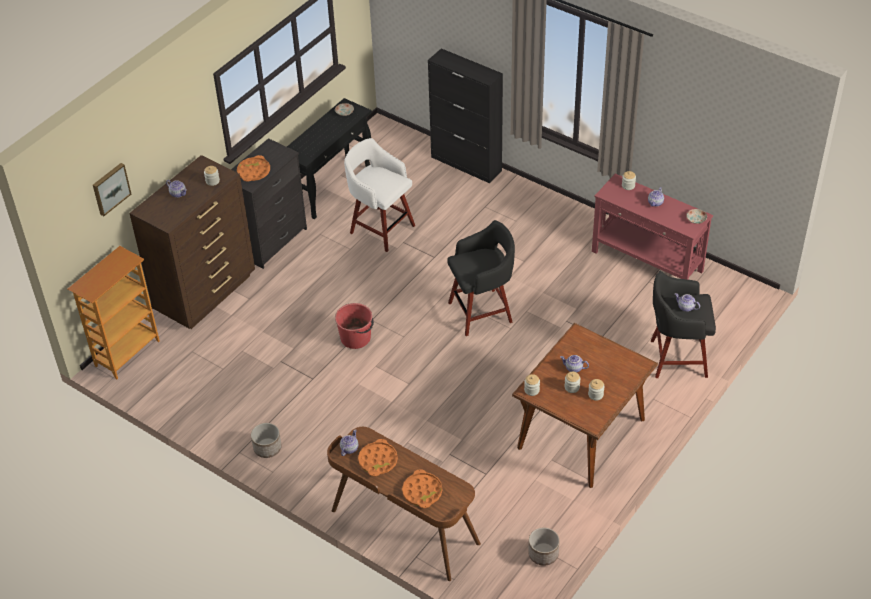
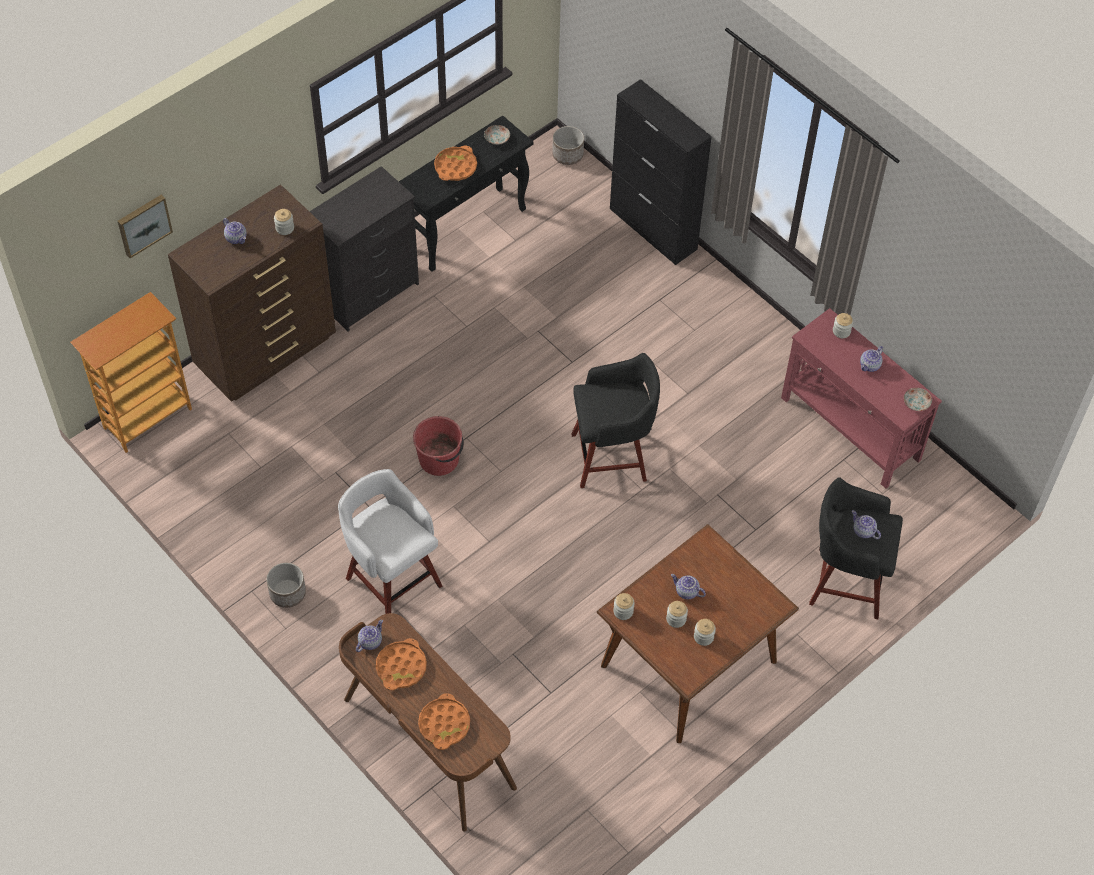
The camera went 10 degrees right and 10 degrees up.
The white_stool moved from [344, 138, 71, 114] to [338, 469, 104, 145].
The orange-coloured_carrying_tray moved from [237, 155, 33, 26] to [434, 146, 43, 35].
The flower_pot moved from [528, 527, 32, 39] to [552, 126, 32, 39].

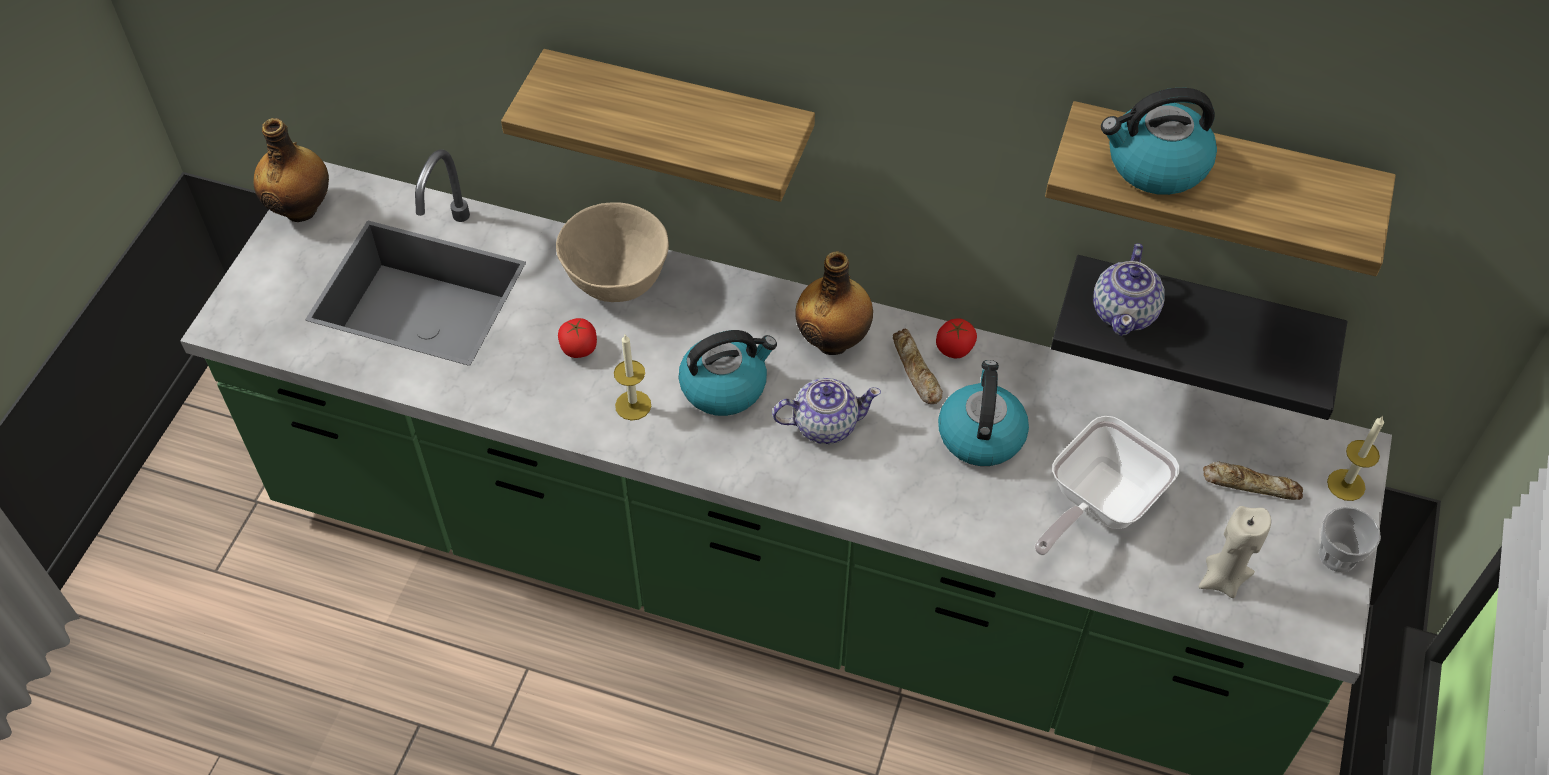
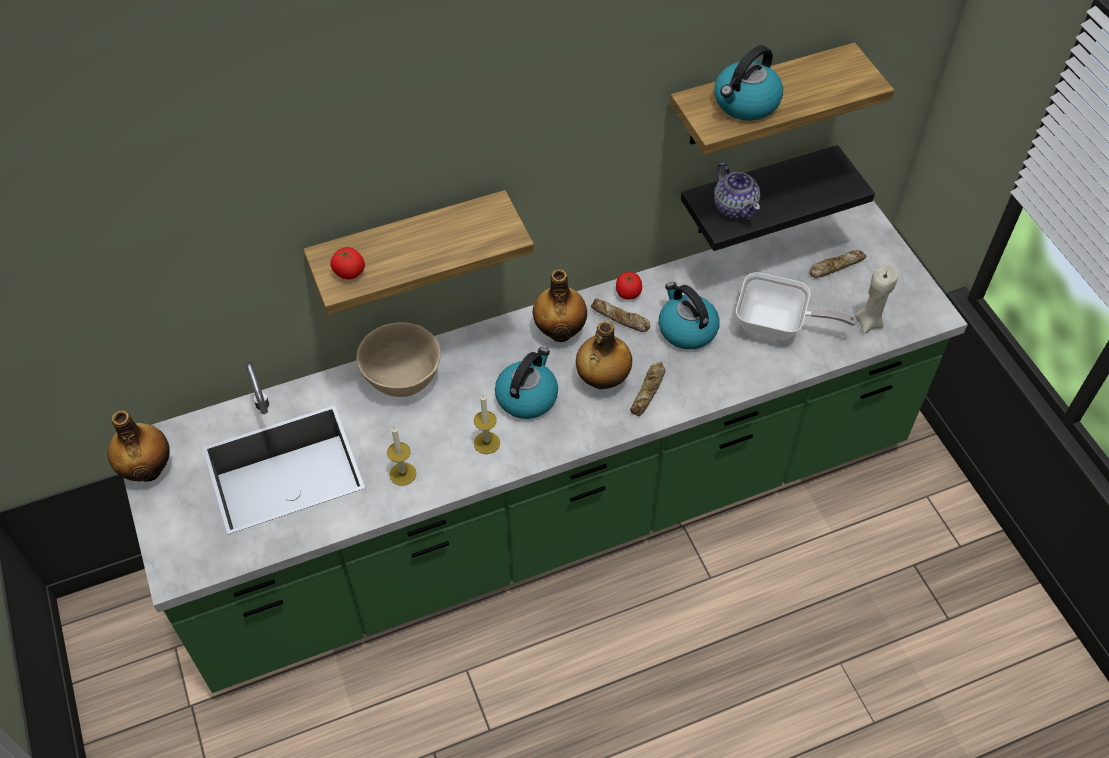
The camera went 40 degrees left and 0 degrees up.
The fresh_tomato moved from [558, 318, 39, 40] to [330, 247, 35, 33].
The pot_for_tea at [772, 378, 109, 66] was replaced by the drink_bottle at [576, 321, 56, 68].
The frying_pan at [1035, 416, 144, 139] turned 75 degrees counterclockwise.
The wax_light moved from [1327, 416, 57, 85] to [387, 426, 29, 60].
The small_cup at [1319, 507, 62, 65] disappeared.
The baked_bread at [630, 362, 35, 54] appeared.

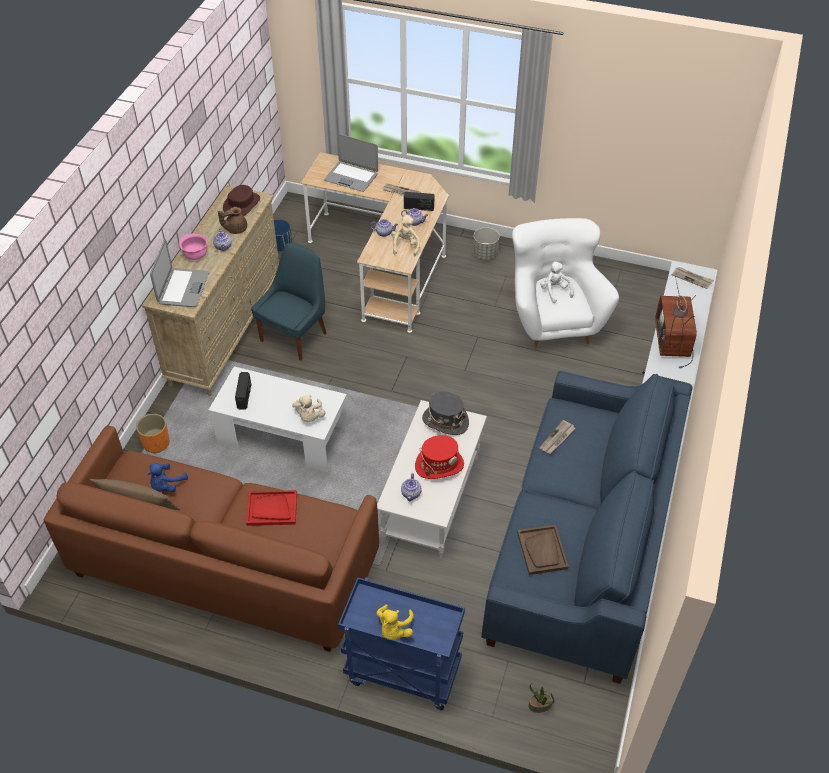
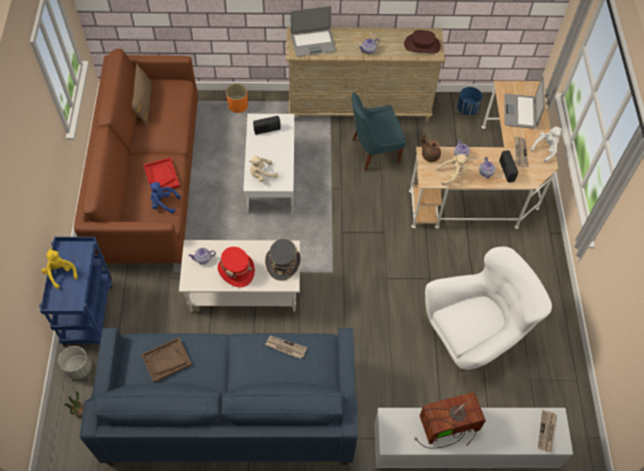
The camera went 70 degrees right and 10 degrees up.
The brownish_pot_for_tea moved from [218, 207, 29, 27] to [421, 132, 20, 30].
The gray_flower_pot moved from [473, 227, 27, 33] to [58, 346, 33, 34].
The pink-coloured_bowl at [179, 233, 29, 27] disappeared.
The blue-coloured_chair at [251, 243, 76, 117] turned 150 degrees clockwise.
The white_soft_toy moved from [540, 261, 34, 42] to [530, 127, 32, 35].
The blue-coloured_soft_toy moved from [148, 463, 40, 29] to [149, 182, 32, 32].
The yellow_soft_toy at [377, 604, 37, 36] turned 60 degrees clockwise.

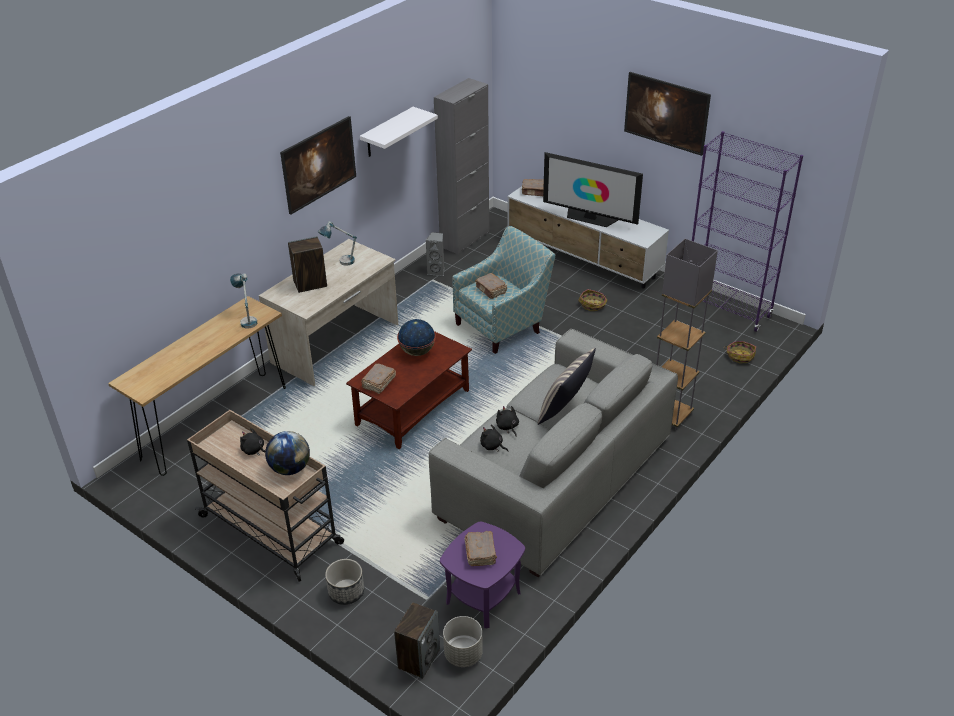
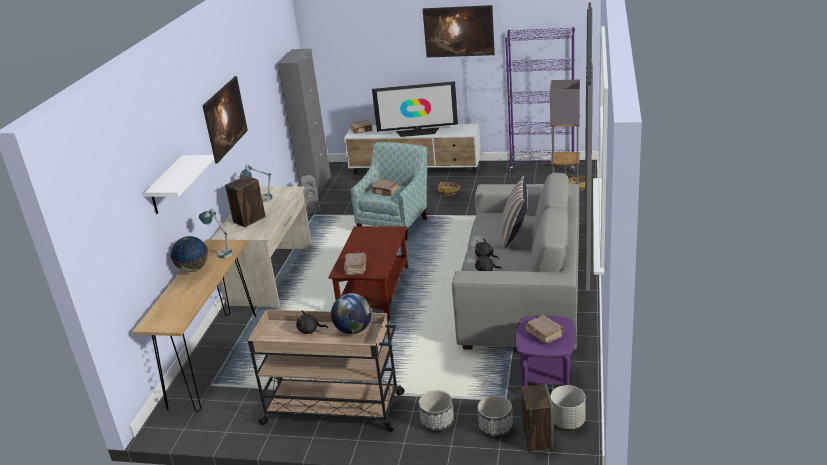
The camera went 25 degrees left and 10 degrees down.
The white_bracket_shelf moved from [360, 107, 78, 50] to [144, 155, 70, 59].
The globe moved from [397, 319, 39, 37] to [170, 236, 39, 36].
The flower_pot at [478, 395, 35, 43] appeared.

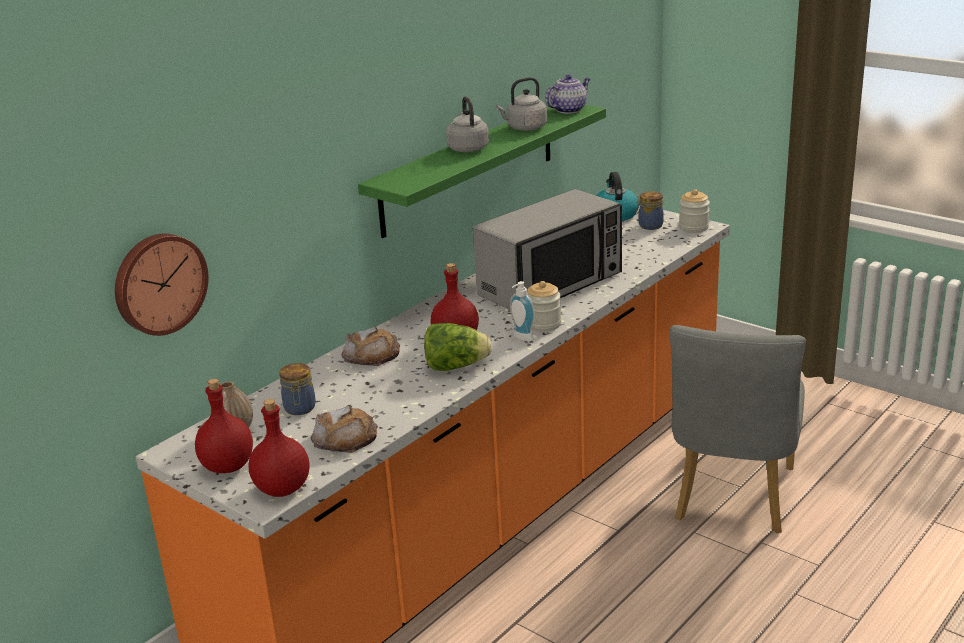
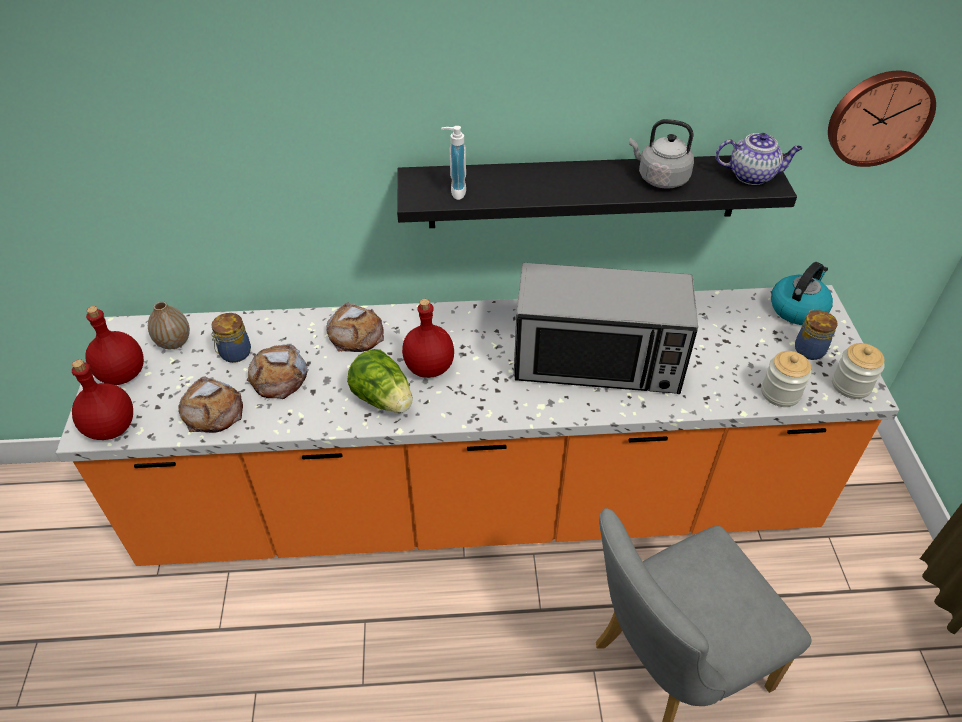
The camera went 45 degrees right and 20 degrees up.
The gray_kettle at [446, 96, 43, 56] disappeared.
The greenish_bracket_shelf at [358, 104, 248, 134] became the blackish_bracket_shelf at [397, 155, 400, 73].
The clock_on_the_wall moved from [115, 234, 94, 102] to [828, 71, 108, 96].
The liquid_soap_bottle moved from [510, 281, 25, 60] to [441, 126, 25, 74].
The storage_jar moved from [527, 281, 34, 51] to [761, 351, 51, 56].
The baked_bread at [246, 344, 62, 55] appeared.

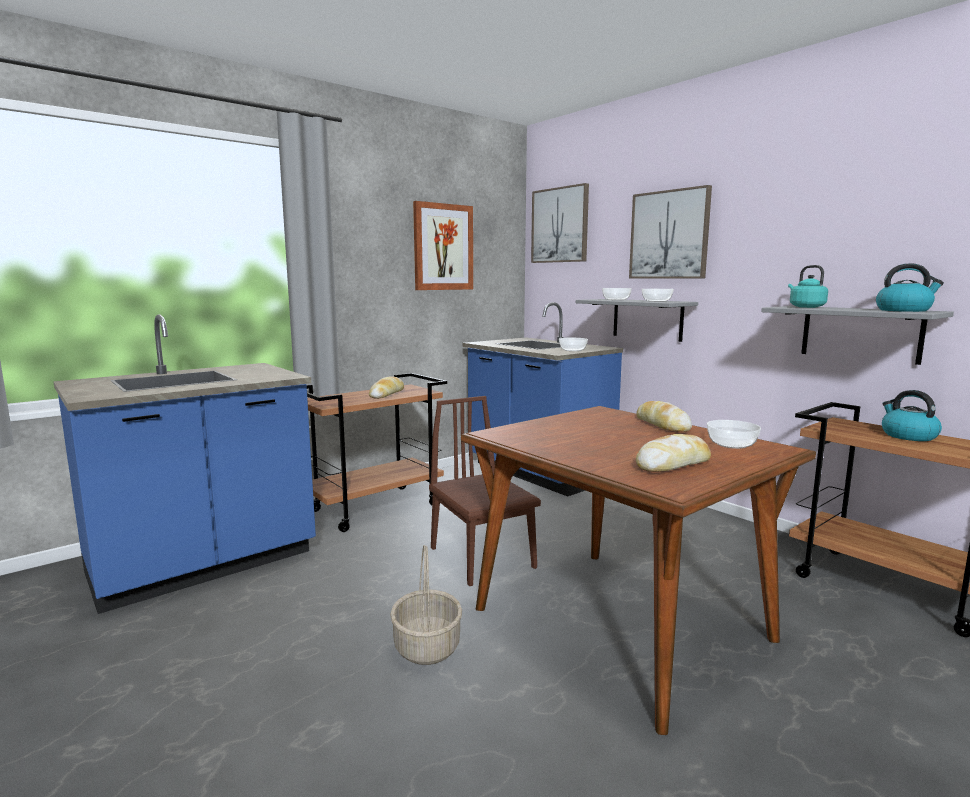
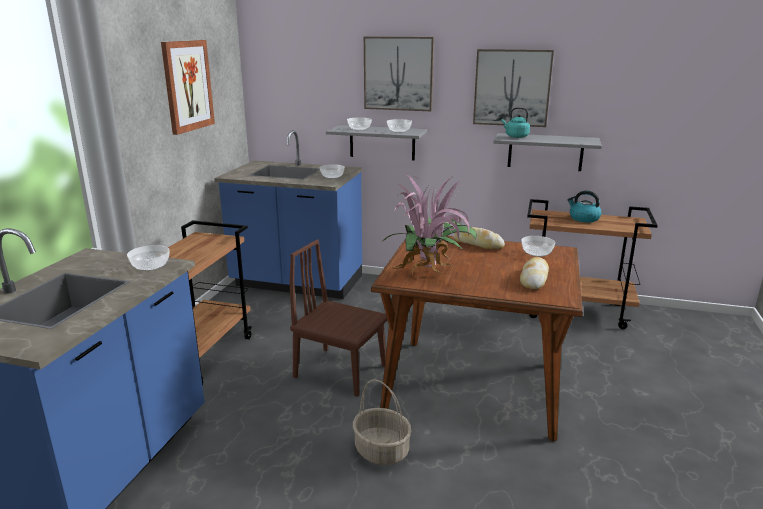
The camera went 35 degrees left and 10 degrees up.
The wall_art moved from [531, 183, 58, 80] to [473, 49, 81, 78].
The kettle at [876, 263, 68, 49] disappeared.
The baked_bread at [369, 376, 35, 23] disappeared.
The plant_in_a_pot at [383, 175, 94, 99] appeared.
The bowl at [127, 245, 43, 26] appeared.

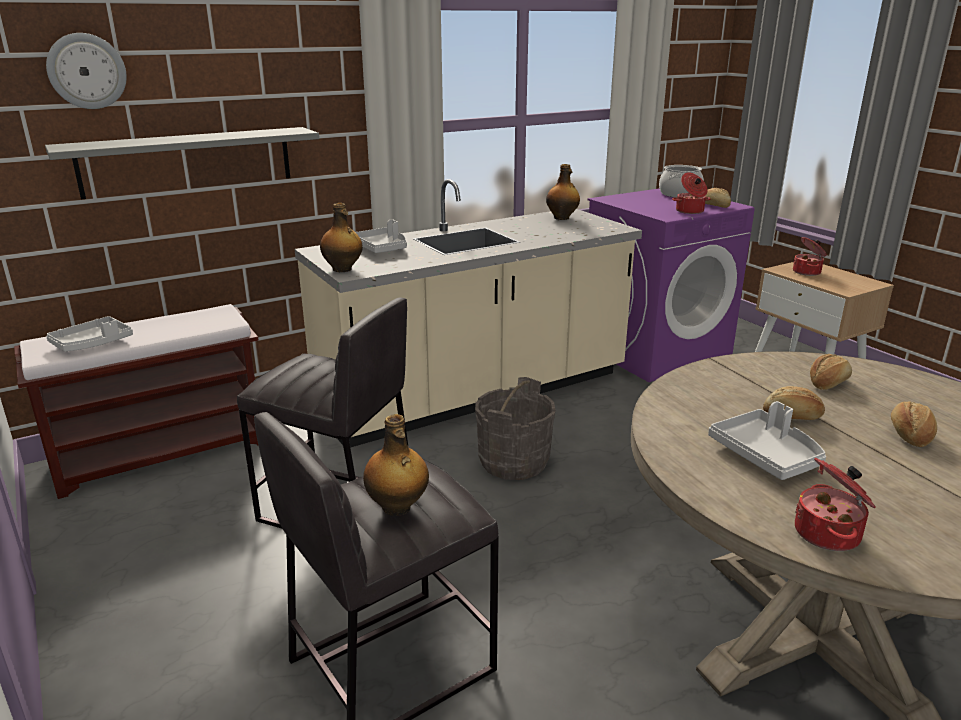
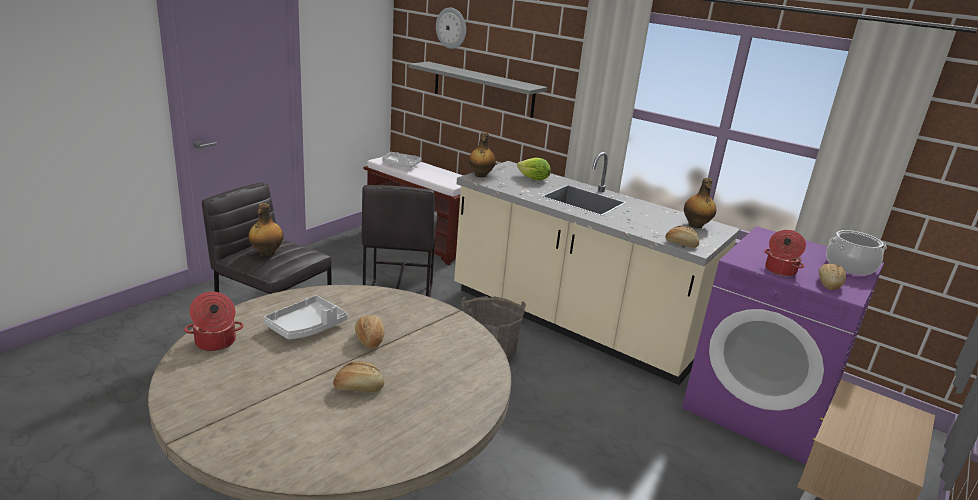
The camera went 65 degrees right and 0 degrees up.
The gray_carrying_tray at [356, 219, 51, 34] was replaced by the head_of_lettuce at [517, 158, 34, 22].
The saucepot at [793, 237, 34, 39] disappeared.
The baked_bread moved from [810, 354, 42, 36] to [665, 226, 34, 22].

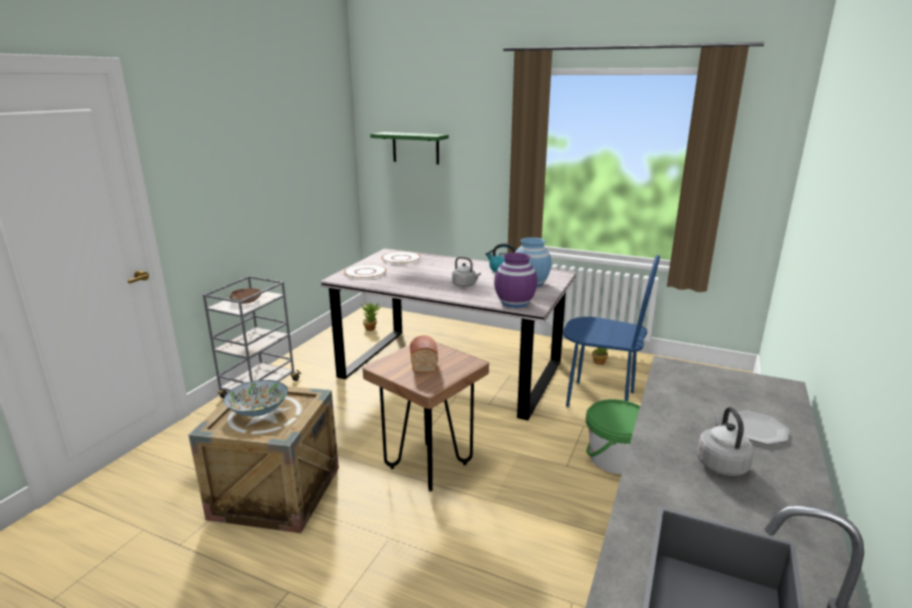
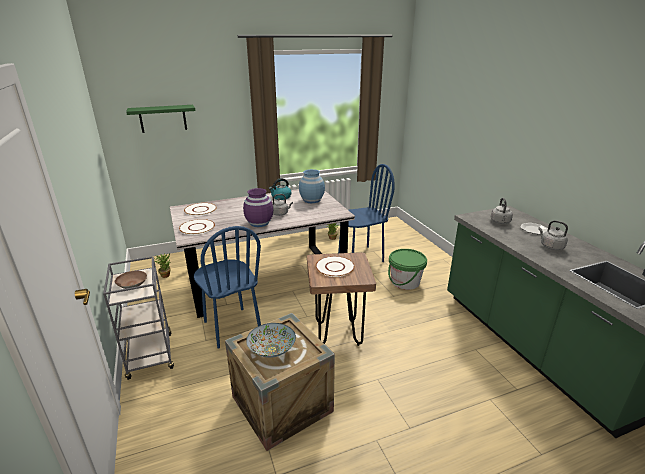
The camera went 45 degrees left and 5 degrees up.
The purple_vase moved from [494, 252, 43, 56] to [243, 188, 30, 39].
The baked_bread at [410, 335, 28, 38] was replaced by the white_dinner_plate at [315, 256, 40, 21].
The gray_kettle at [491, 198, 22, 26] appeared.
The blue-coloured_chair at [194, 226, 67, 123] appeared.

